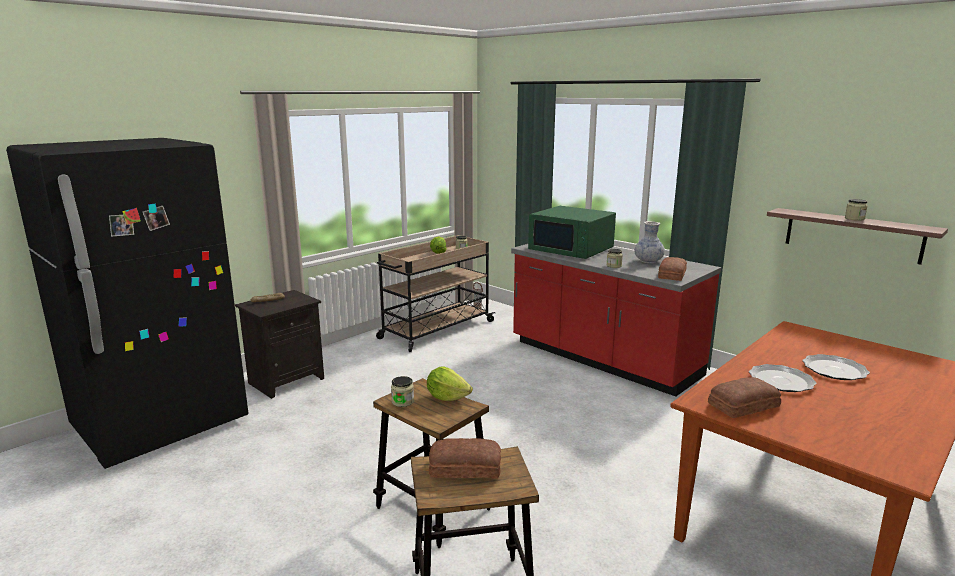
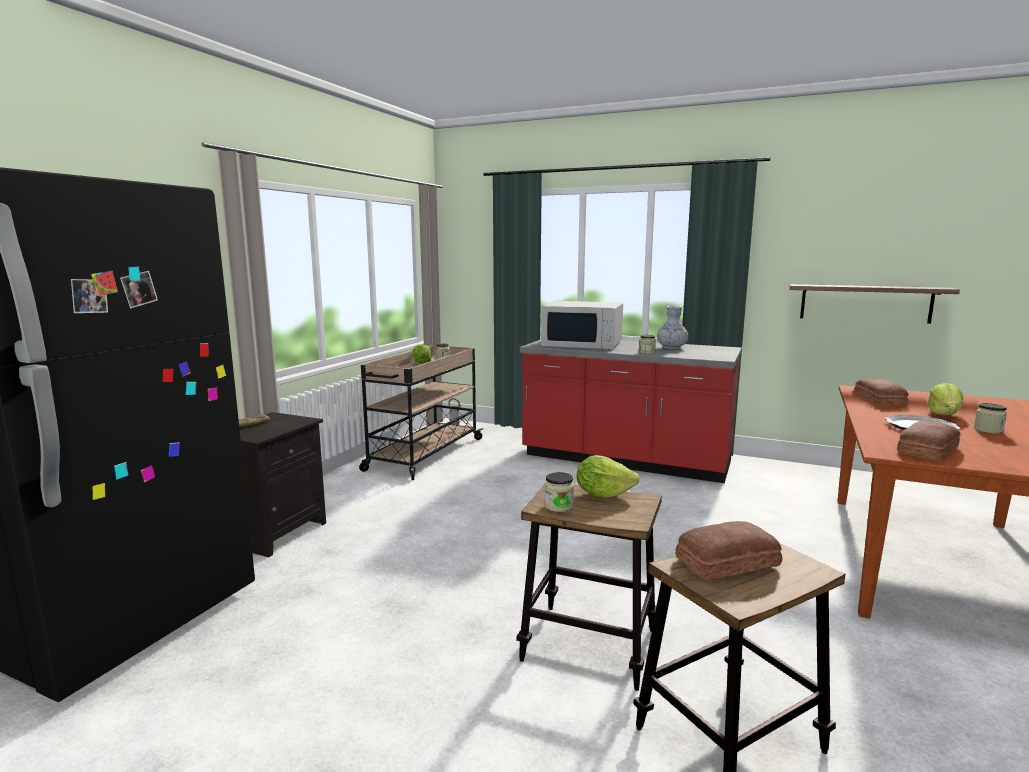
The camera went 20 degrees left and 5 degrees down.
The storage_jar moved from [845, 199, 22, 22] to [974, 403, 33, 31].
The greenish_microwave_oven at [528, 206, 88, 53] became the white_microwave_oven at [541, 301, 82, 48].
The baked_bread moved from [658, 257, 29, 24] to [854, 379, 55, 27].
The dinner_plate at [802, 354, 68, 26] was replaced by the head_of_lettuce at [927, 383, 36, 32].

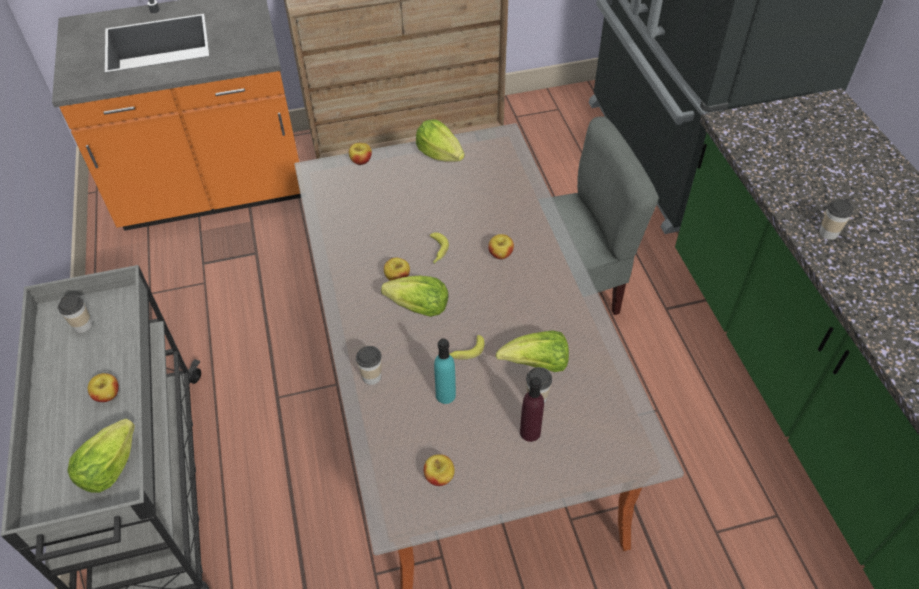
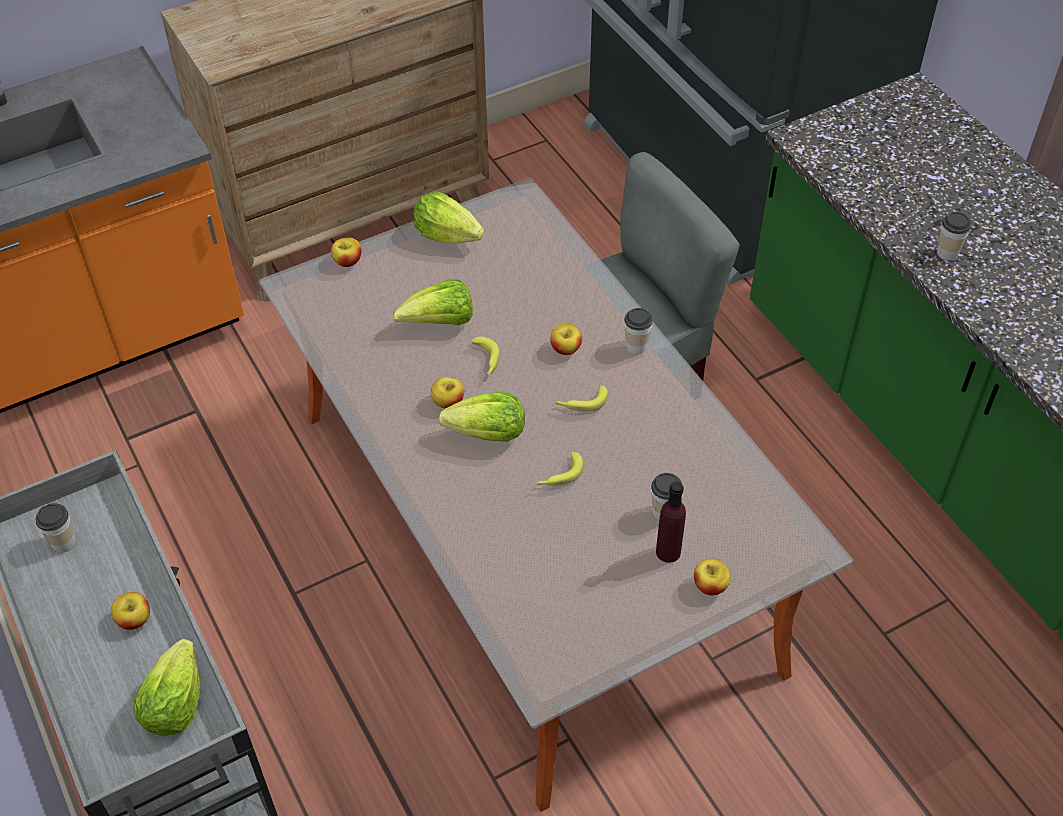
The camera went 15 degrees left and 0 degrees up.
The head_of_lettuce moved from [496, 330, 73, 42] to [393, 279, 80, 46].
The blue-green_drink_bottle at [434, 338, 22, 66] disappeared.
The small_cup moved from [356, 346, 26, 39] to [624, 308, 29, 46].
The apple_fruit moved from [424, 454, 31, 32] to [694, 559, 37, 36].
The banana_fruit at [555, 385, 53, 26] appeared.

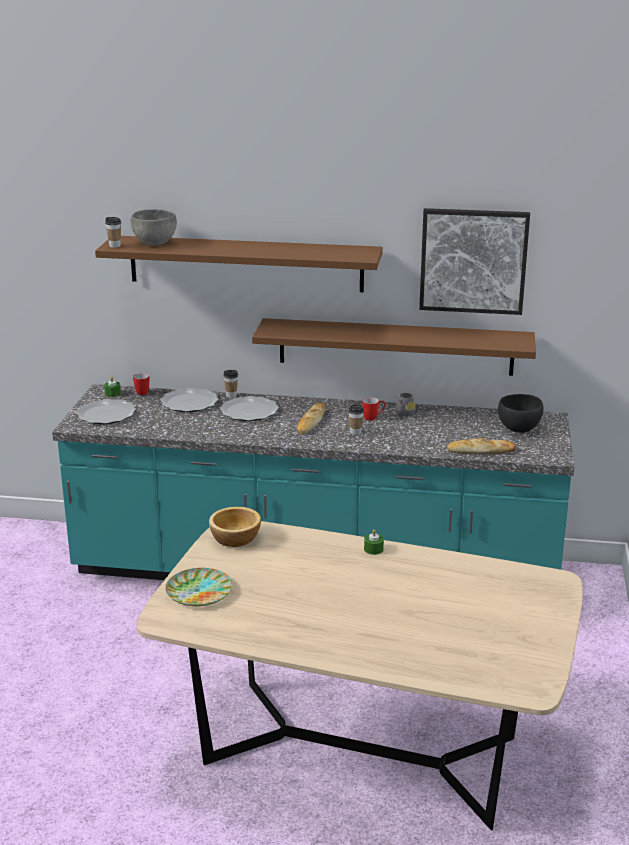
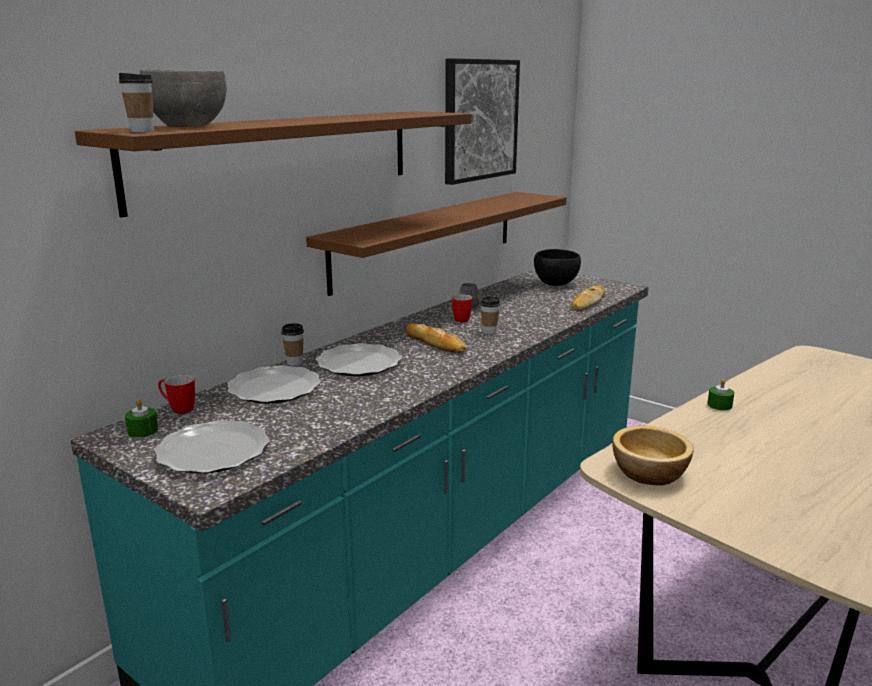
The camera went 60 degrees left and 5 degrees down.
The dinner_plate at [165, 568, 68, 38] disappeared.

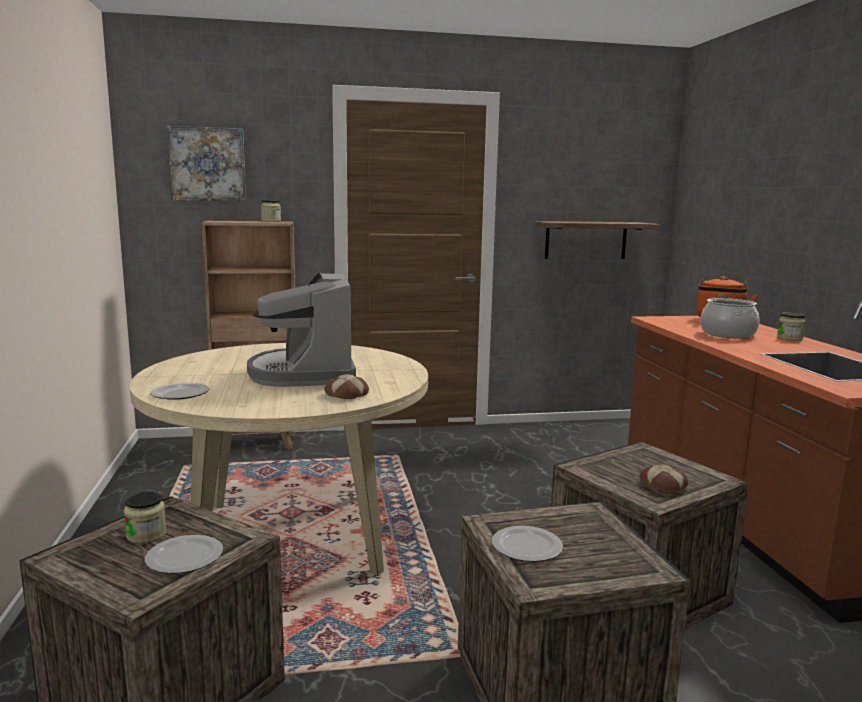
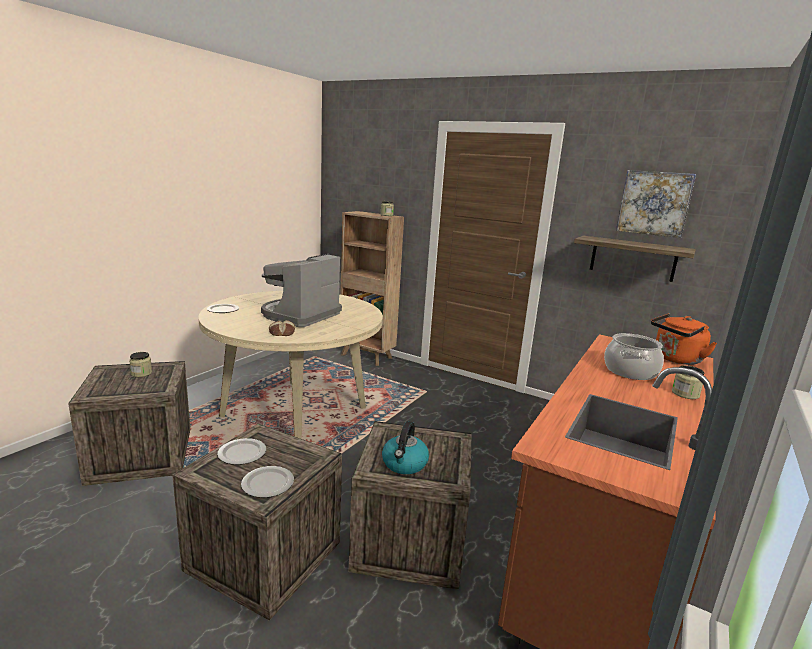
The camera went 40 degrees right and 5 degrees up.
The wall_art moved from [167, 126, 79, 75] to [616, 170, 80, 68].
The baked_bread at [639, 464, 49, 29] was replaced by the kettle at [382, 421, 47, 53].
The dinner_plate moved from [145, 535, 78, 39] to [241, 466, 53, 32].

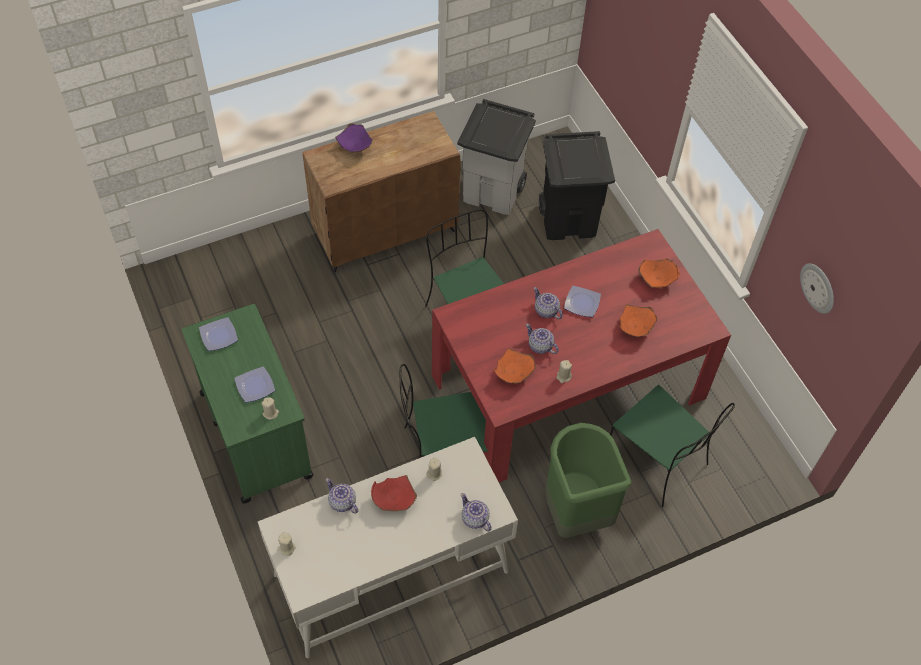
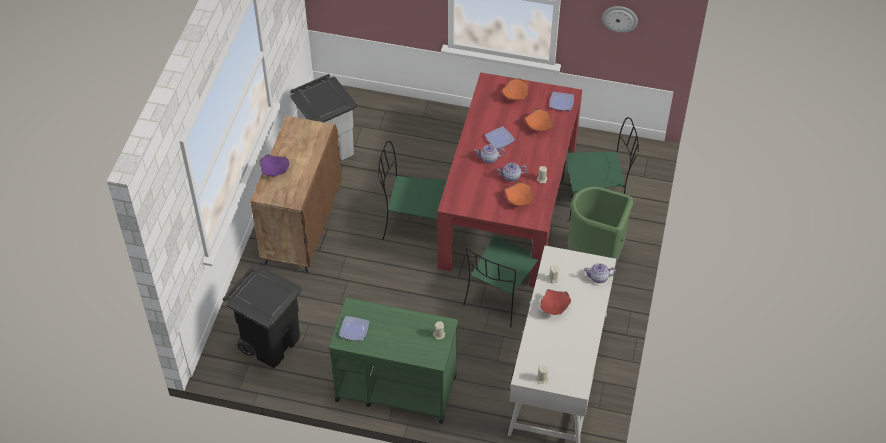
The camera went 50 degrees left and 5 degrees down.
The blackish_trash_can moved from [539, 131, 76, 109] to [223, 265, 79, 103].
The dinner_plate moved from [234, 367, 41, 36] to [549, 92, 25, 19].
The pot_for_tea at [326, 478, 32, 36] disappeared.

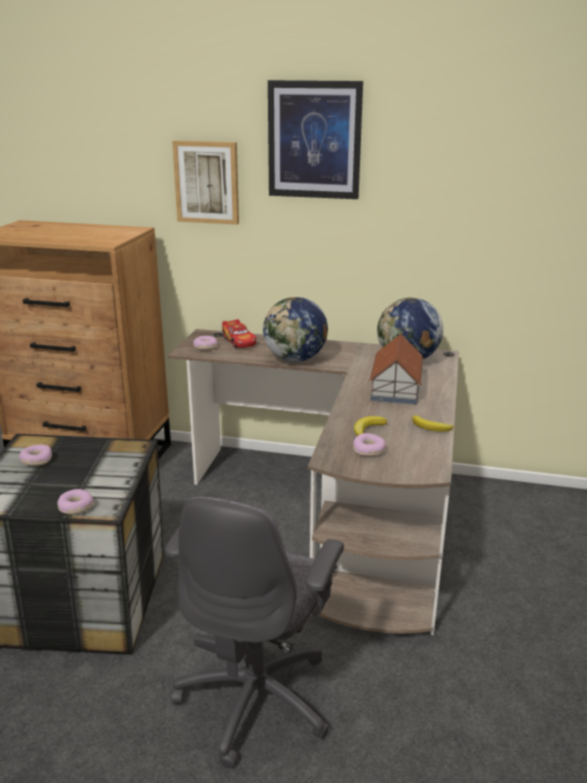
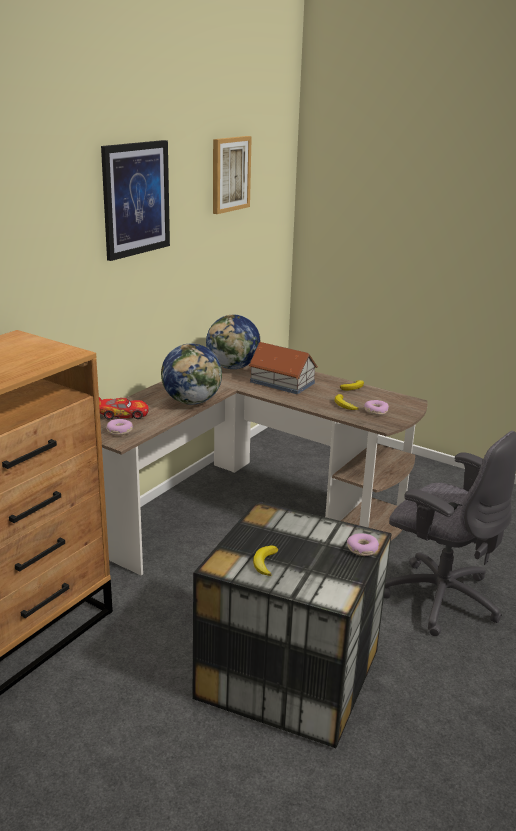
The camera went 70 degrees left and 0 degrees up.
The wall_art moved from [172, 141, 67, 84] to [213, 136, 39, 78].
The doughnut at [19, 445, 33, 21] was replaced by the banana_fruit at [253, 546, 25, 30].

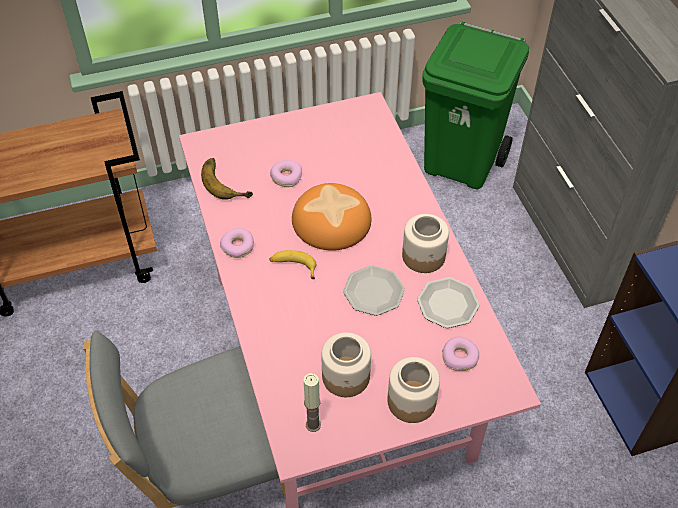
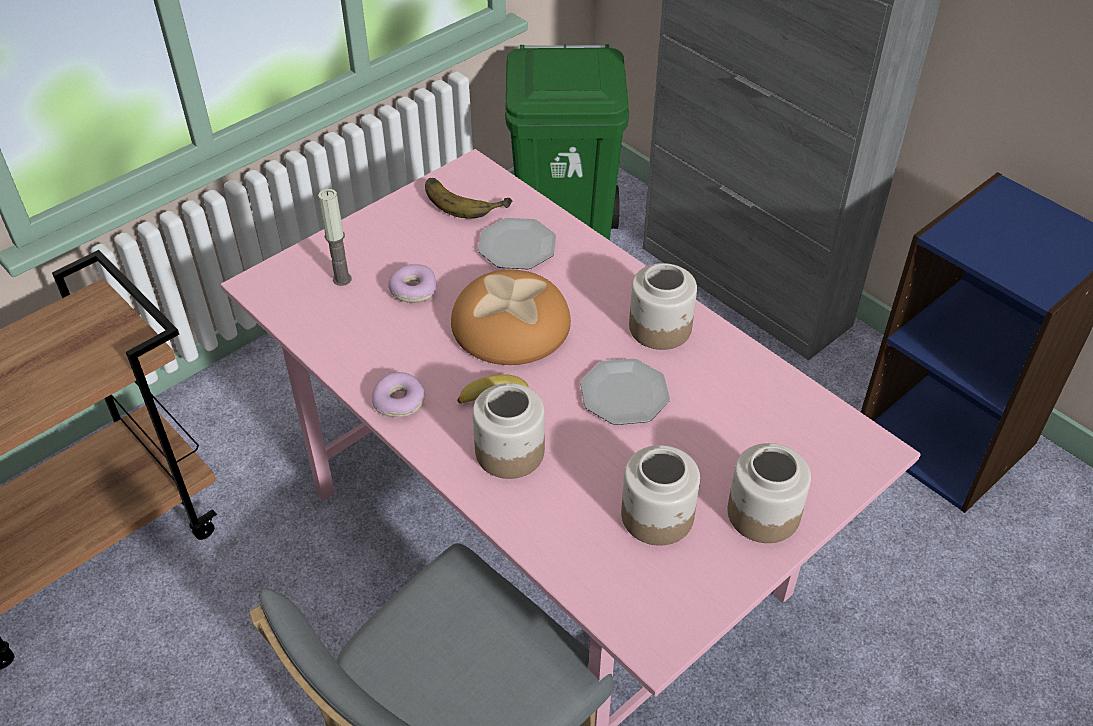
The camera went 25 degrees left and 5 degrees down.
The banana_fruit moved from [201, 158, 52, 42] to [425, 178, 87, 41].
The dinner_plate moved from [417, 277, 63, 51] to [478, 218, 78, 51].
The doughnut at [442, 337, 37, 34] disappeared.
The wax_light moved from [304, 373, 17, 59] to [318, 189, 34, 97].
The storage_jar at [472, 383, 73, 96] appeared.

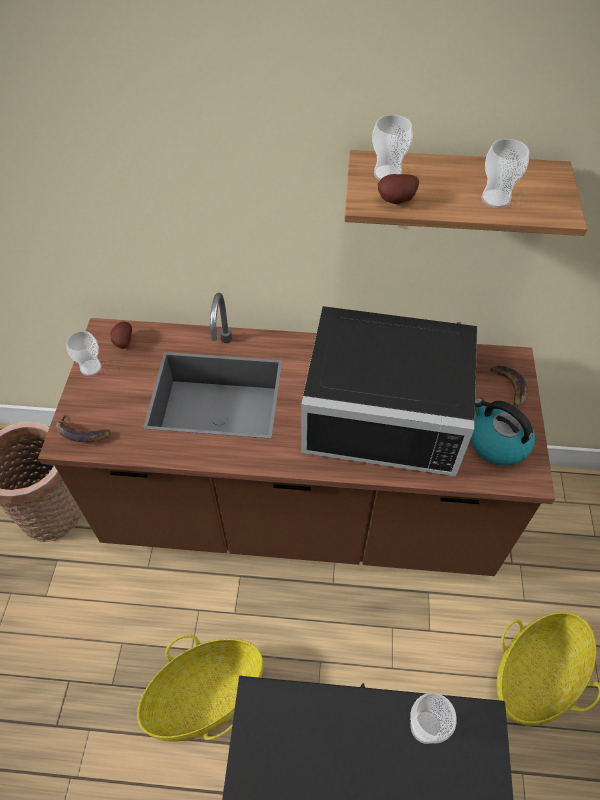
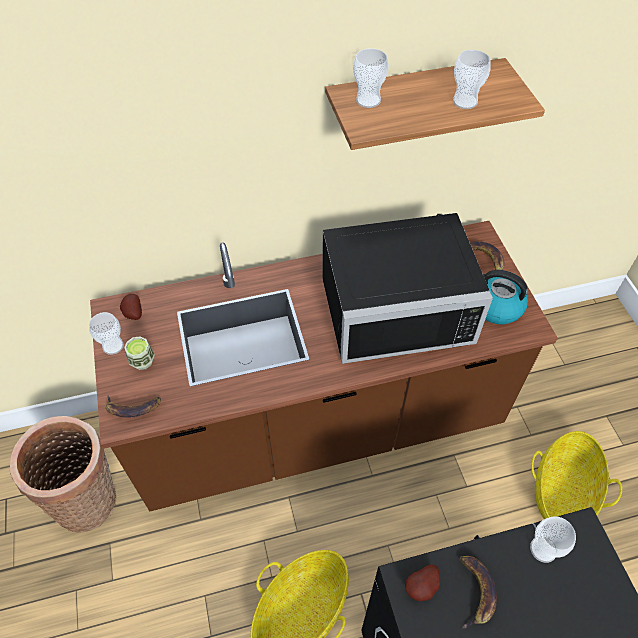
The camera went 20 degrees left and 0 degrees up.
The potato moved from [378, 174, 41, 30] to [405, 565, 35, 36].
The small_cup at [124, 336, 31, 34] appeared.
The banana_fruit at [460, 556, 37, 72] appeared.

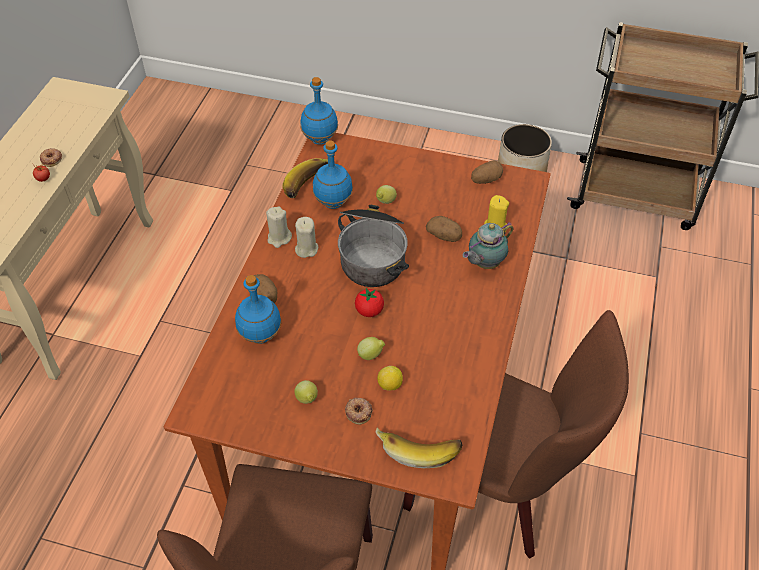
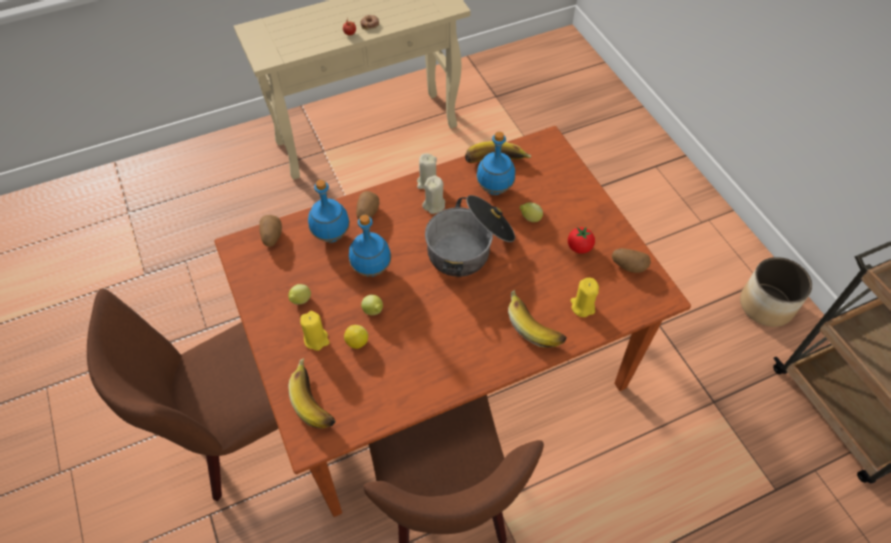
The camera went 50 degrees right and 5 degrees up.
The blue-coloured_drink_bottle moved from [300, 77, 38, 68] to [349, 215, 42, 62].
The potato moved from [426, 216, 36, 26] to [259, 215, 23, 32].
The pot_for_tea at [463, 222, 50, 47] was replaced by the banana_fruit at [508, 290, 59, 57].
The fresh_tomato moved from [355, 288, 29, 29] to [568, 227, 27, 27].
The doughnut at [345, 398, 28, 27] was replaced by the yellow_wax_light at [300, 311, 30, 40].

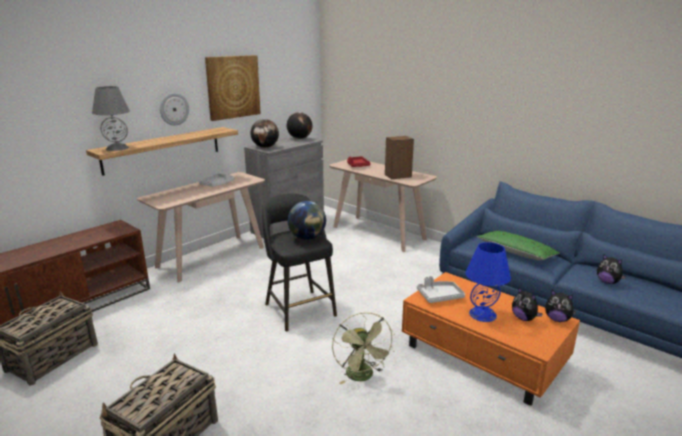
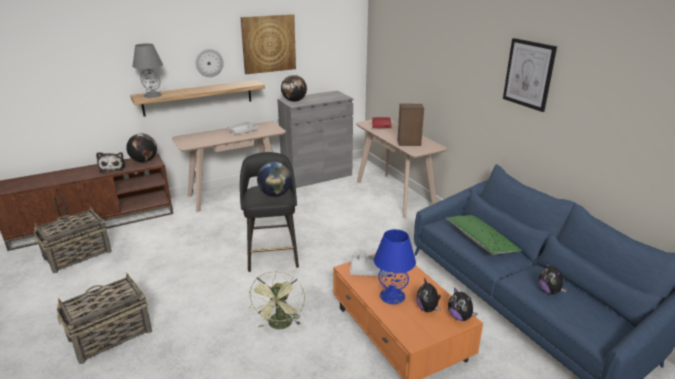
The camera went 20 degrees right and 5 degrees up.
The globe moved from [287, 112, 25, 27] to [126, 134, 31, 28].
The wall_art at [503, 38, 54, 74] appeared.
The soft_toy at [96, 152, 30, 21] appeared.

